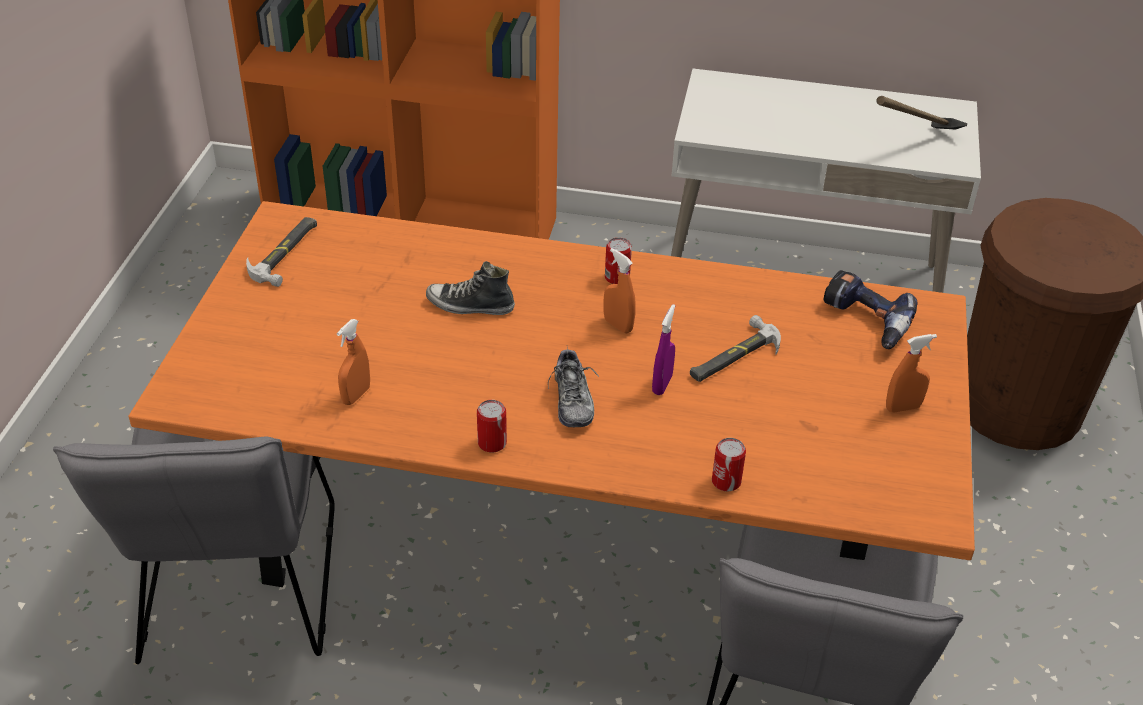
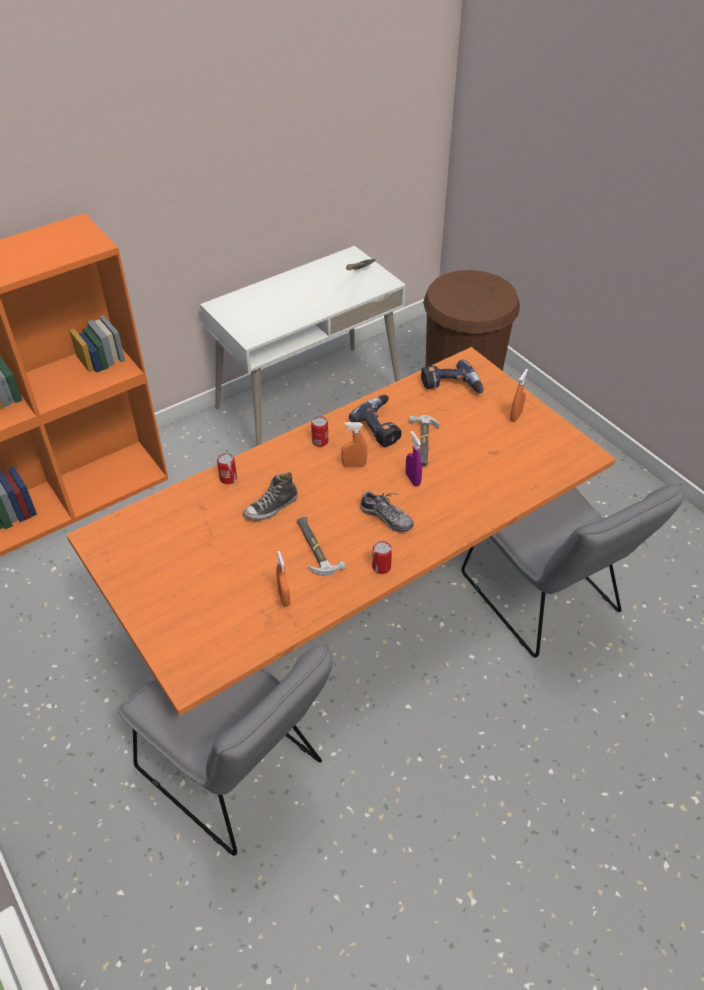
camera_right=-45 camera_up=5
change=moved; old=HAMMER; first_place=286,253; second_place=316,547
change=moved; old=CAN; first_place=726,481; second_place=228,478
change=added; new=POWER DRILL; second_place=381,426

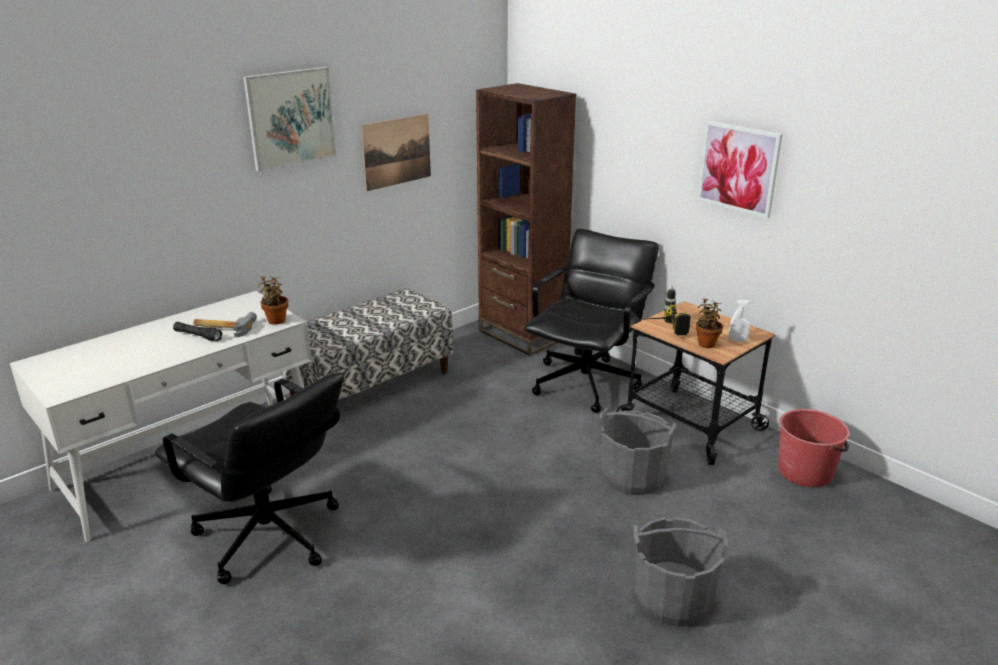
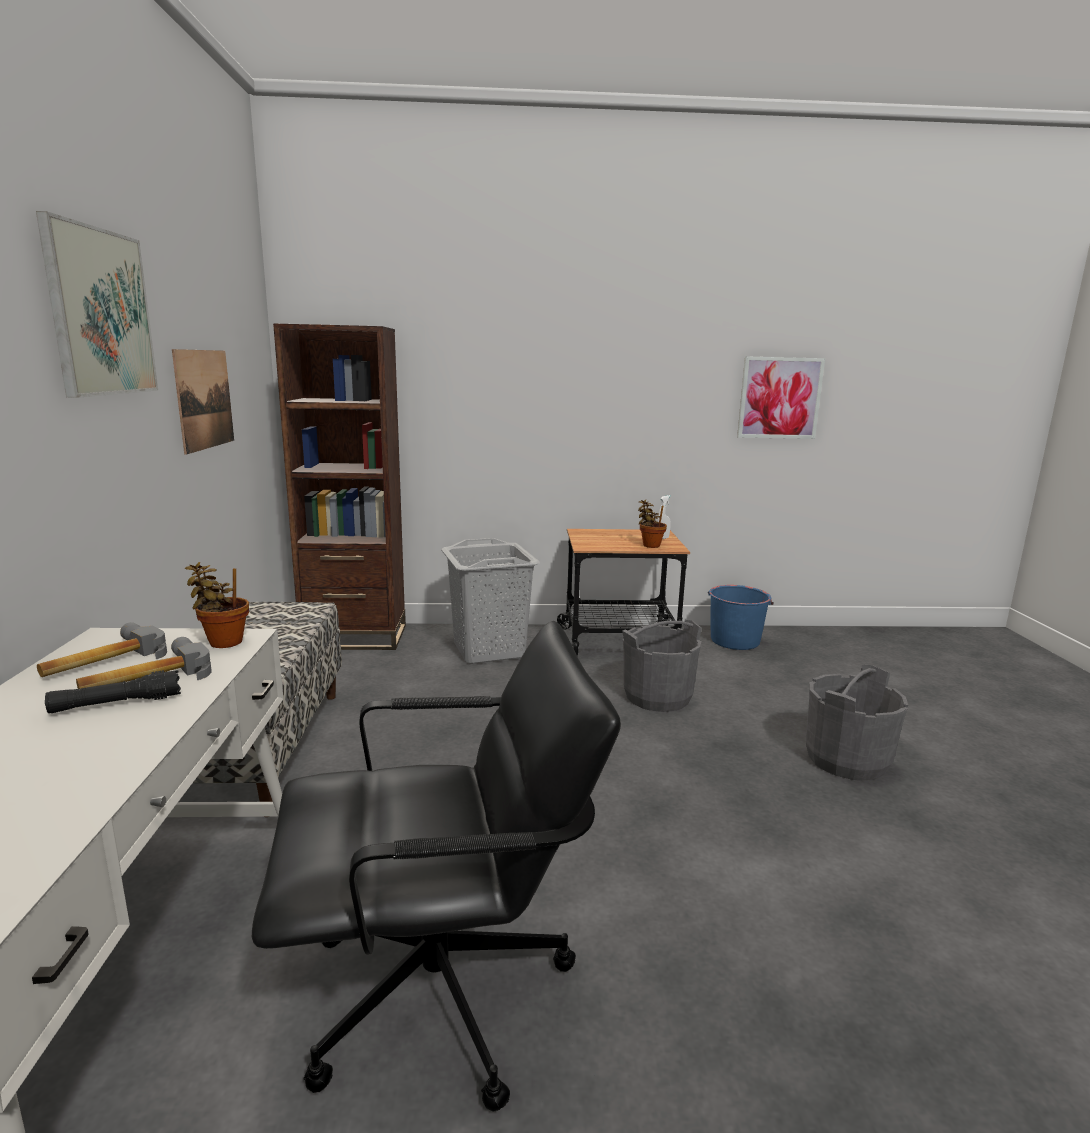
camera_right=-50 camera_up=-10
change=moved; old=PICTURE; first_place=738,168; second_place=779,398
change=replaced; old=BLACK OFFICE CHAIR; new=GREY LAUNDRY BASKET; first_place=586,383; second_place=489,650
change=removed; old=POWER DRILL; first_place=659,329
change=recoloured; old=RED BUCKET; new=BLUE BUCKET; first_place=805,472; second_place=735,640
change=added; new=HAMMER; second_place=102,661

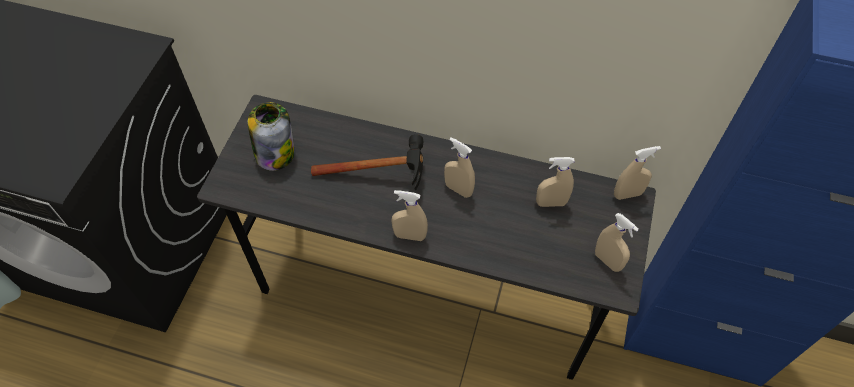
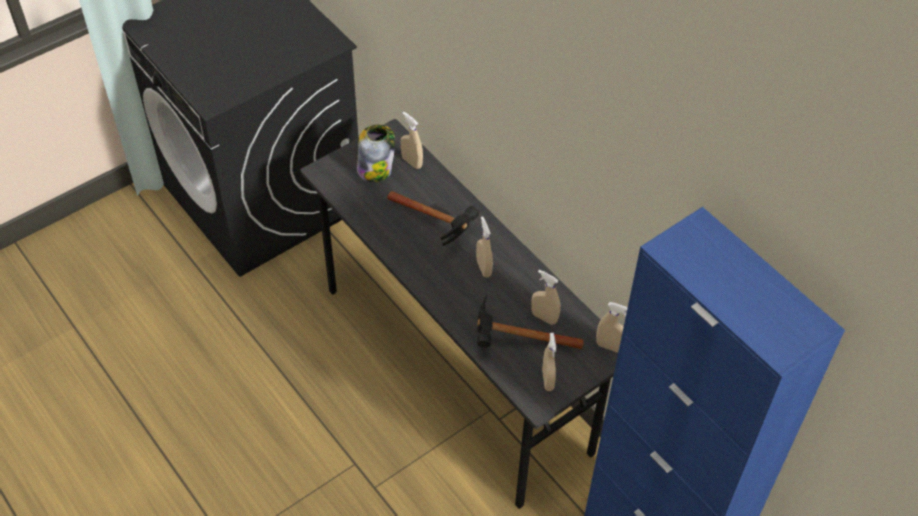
camera_right=35 camera_up=-5
change=moved; old=BEIGE SPRAY BOTTLE; first_place=410,236; second_place=412,162
change=added; new=HAMMER; second_place=513,343

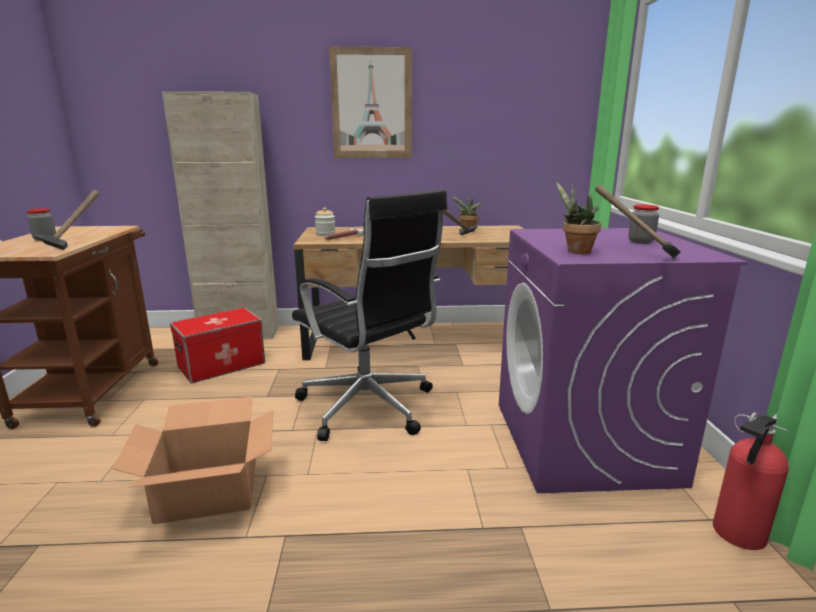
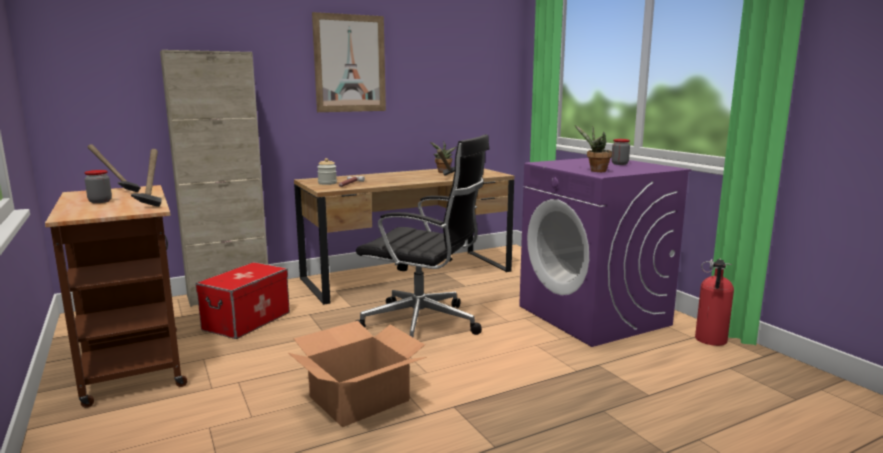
camera_right=-25 camera_up=-5
change=moved; old=HAMMER; first_place=632,252; second_place=114,191

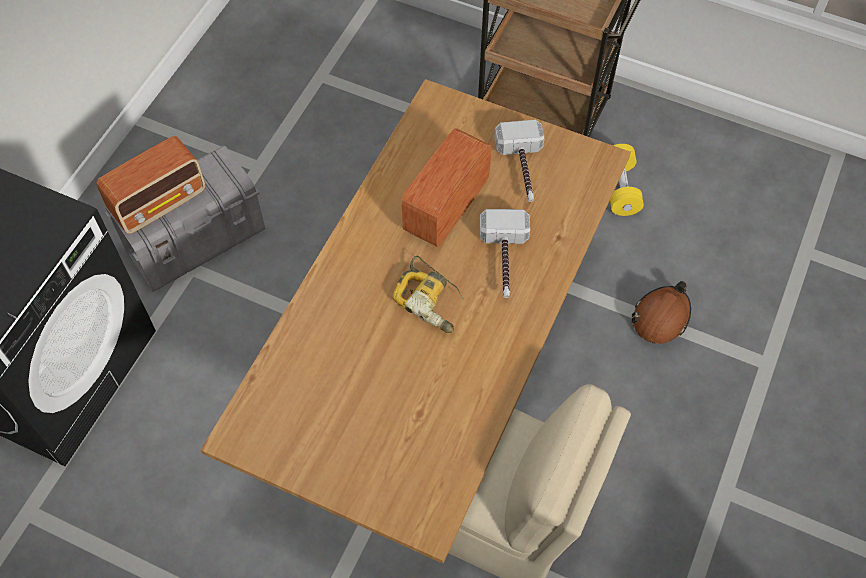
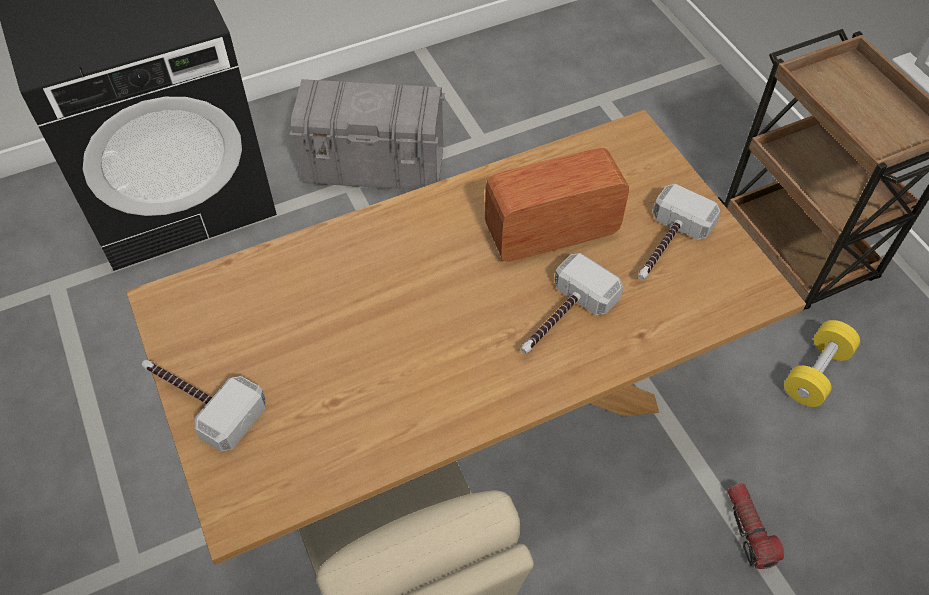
camera_right=40 camera_up=-5
change=removed; old=RADIO; first_place=160,202
change=removed; old=POWER DRILL; first_place=431,300
change=replaced; old=BROWN HARD HAT; new=FLASHLIGHT; first_place=660,317; second_place=749,530
change=added; new=HAMMER; second_place=198,400

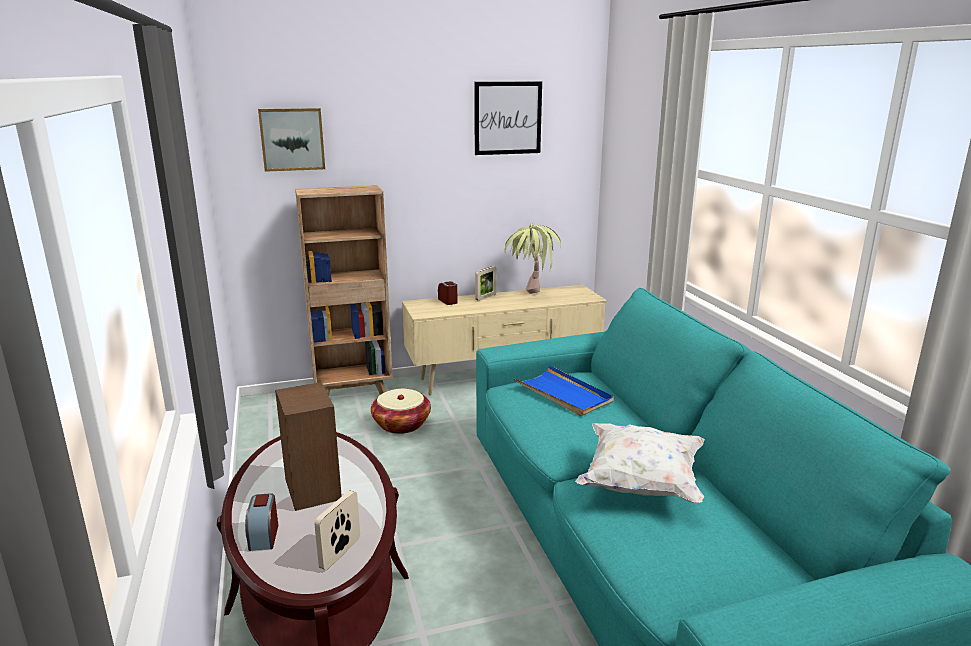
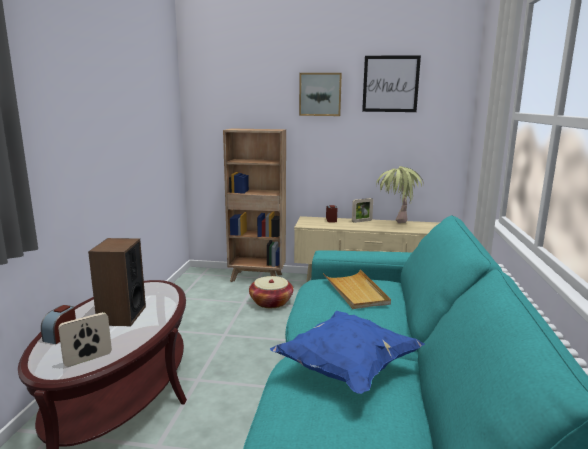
camera_right=25 camera_up=-5
change=moved; old=PICTURE; first_place=292,139; second_place=320,94
change=recoloured; old=BLUE TRAY; new=BEIGE TRAY; first_place=563,394; second_place=355,291
change=recoloured; old=WHITE PILLOW; new=BLUE PILLOW; first_place=641,484; second_place=346,370

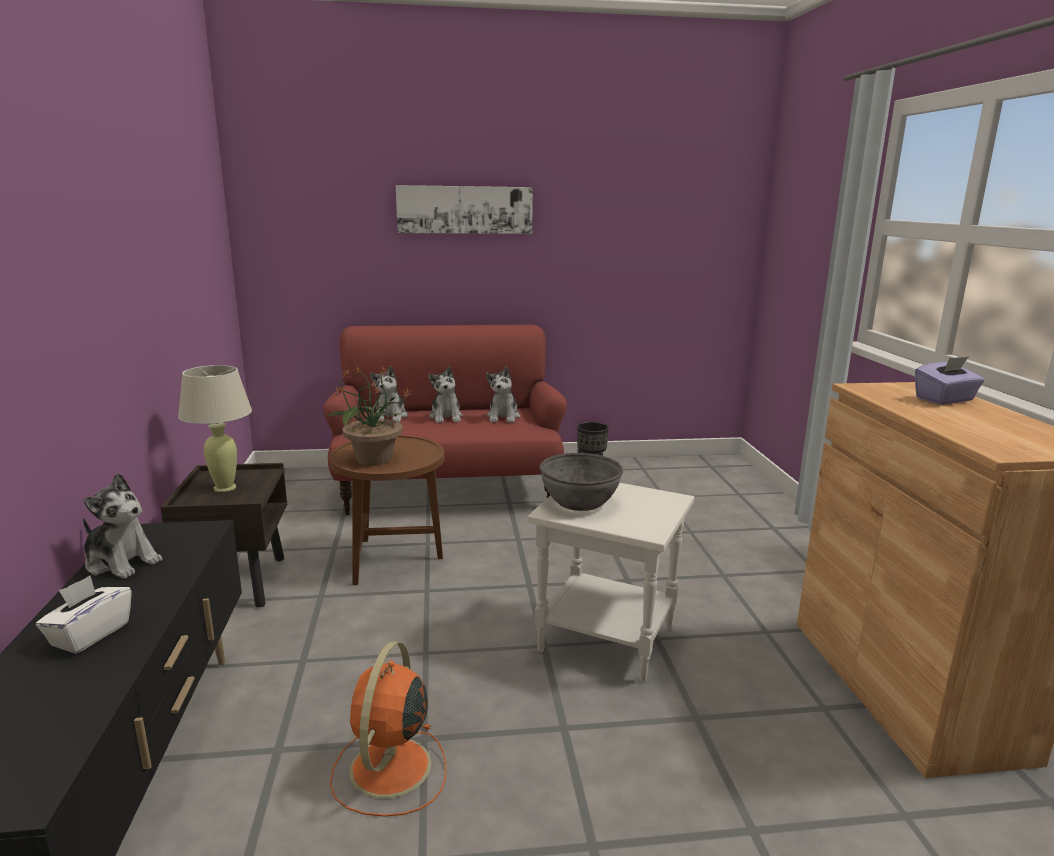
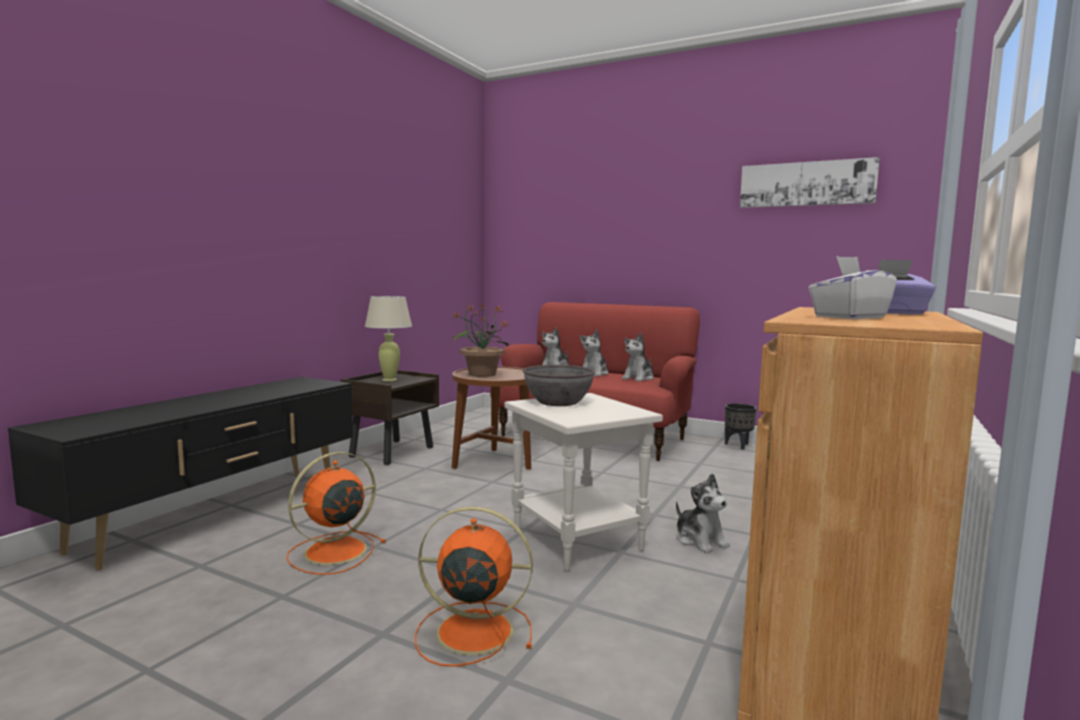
camera_right=35 camera_up=-10
change=moved; old=PICTURE; first_place=465,209; second_place=806,184
change=moved; old=PLUSH TOY; first_place=122,562; second_place=700,540
change=moved; old=WHITE TISSUE BOX; first_place=90,634; second_place=849,317
change=added; new=ORANGE FAN; second_place=471,631

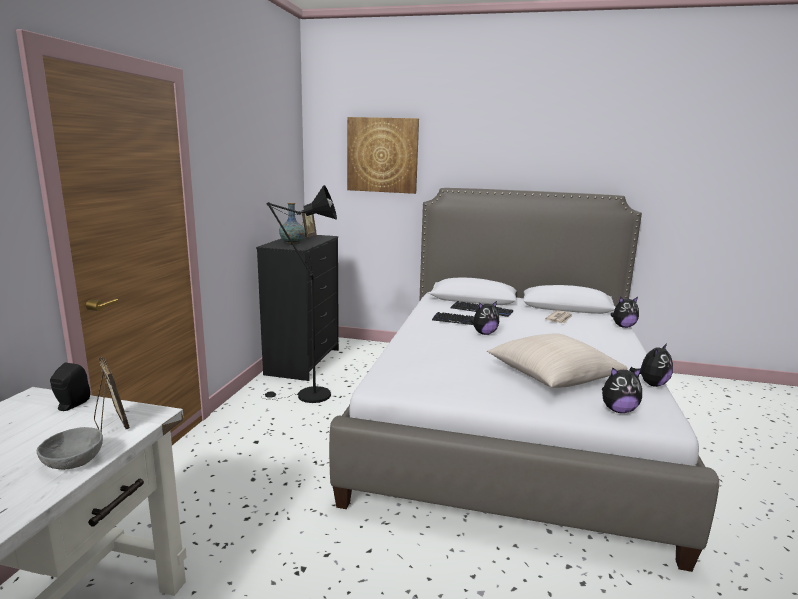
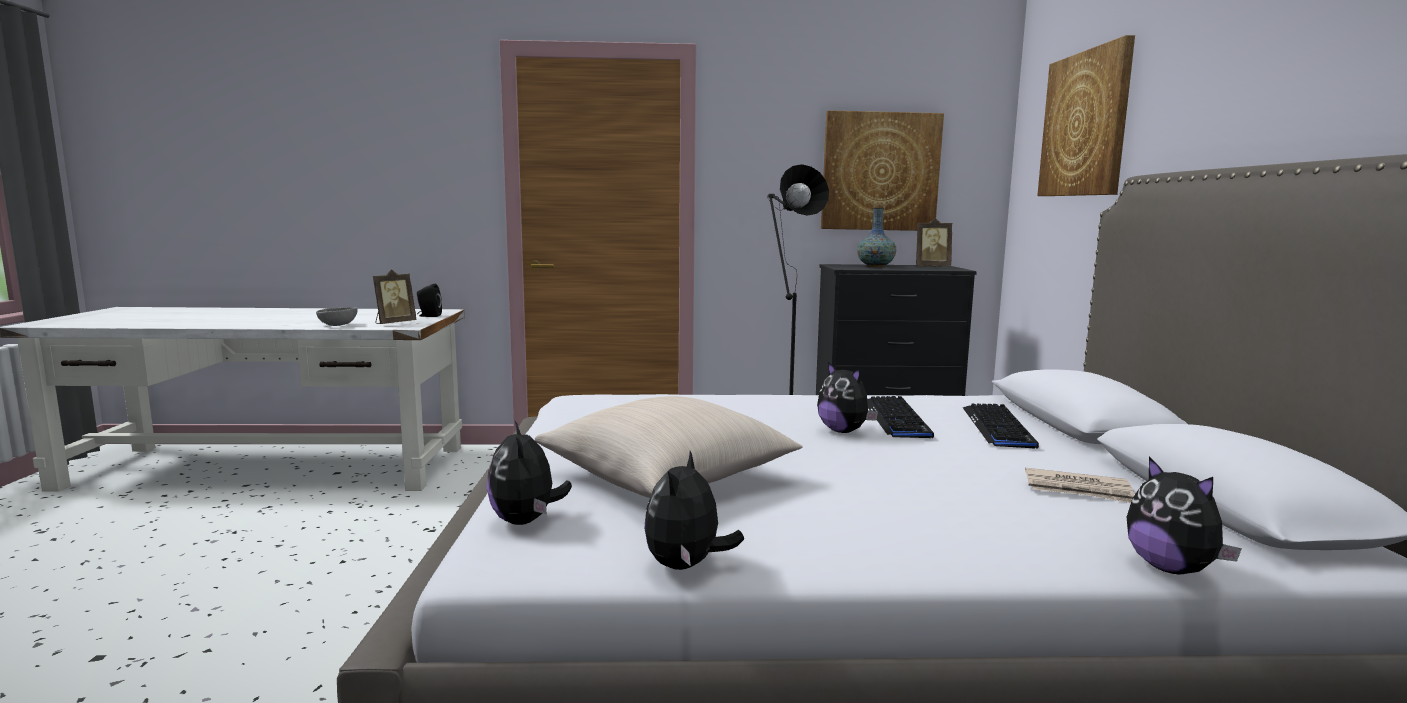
camera_right=75 camera_up=-5
change=turned; old=PLUSH TOY; first_place=651,384; second_place=686,566; degrees=75
change=added; new=PICTURE; second_place=880,172

